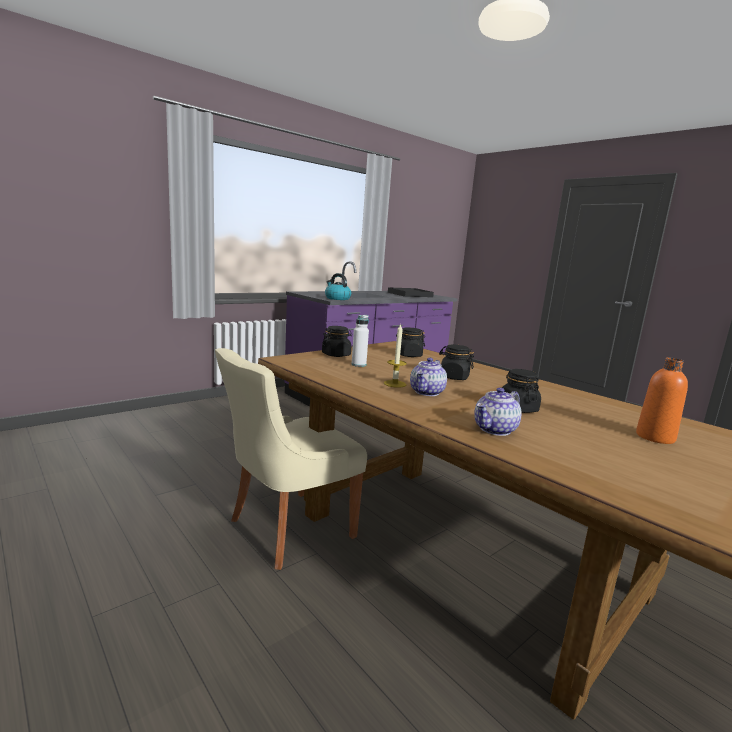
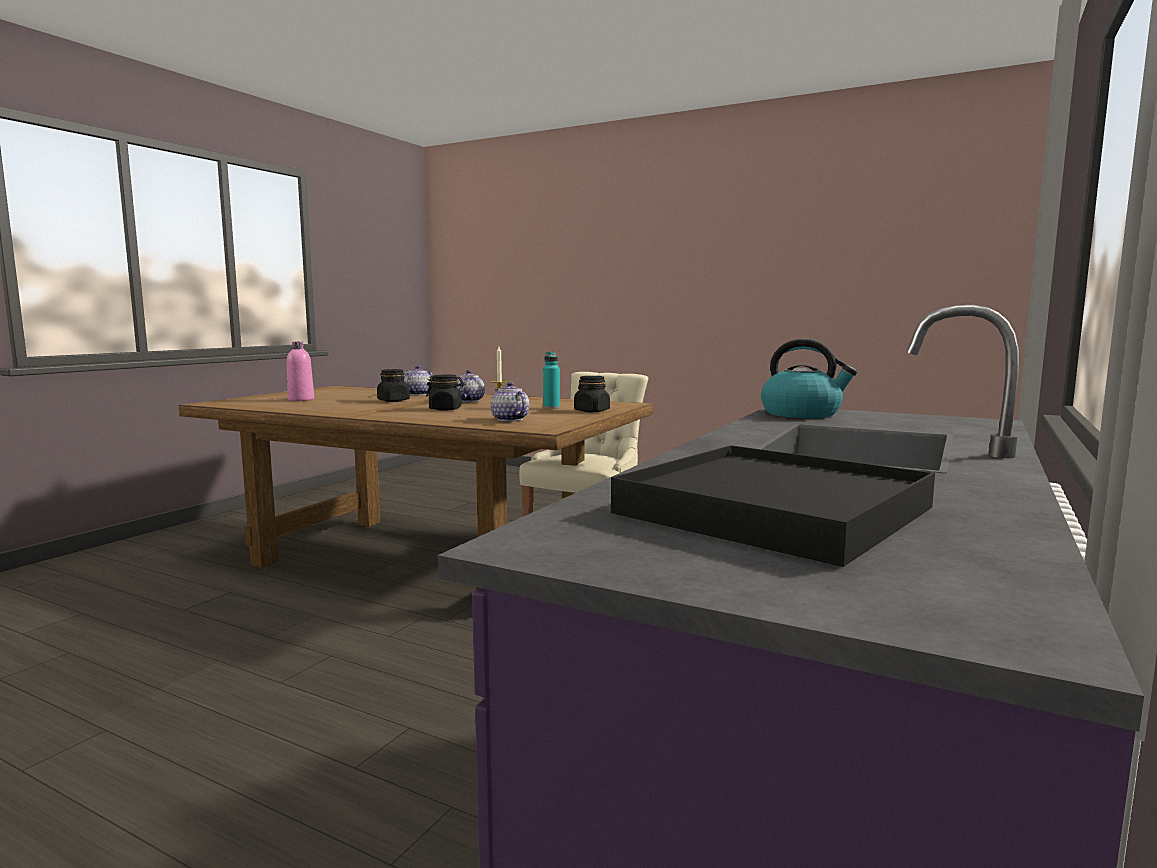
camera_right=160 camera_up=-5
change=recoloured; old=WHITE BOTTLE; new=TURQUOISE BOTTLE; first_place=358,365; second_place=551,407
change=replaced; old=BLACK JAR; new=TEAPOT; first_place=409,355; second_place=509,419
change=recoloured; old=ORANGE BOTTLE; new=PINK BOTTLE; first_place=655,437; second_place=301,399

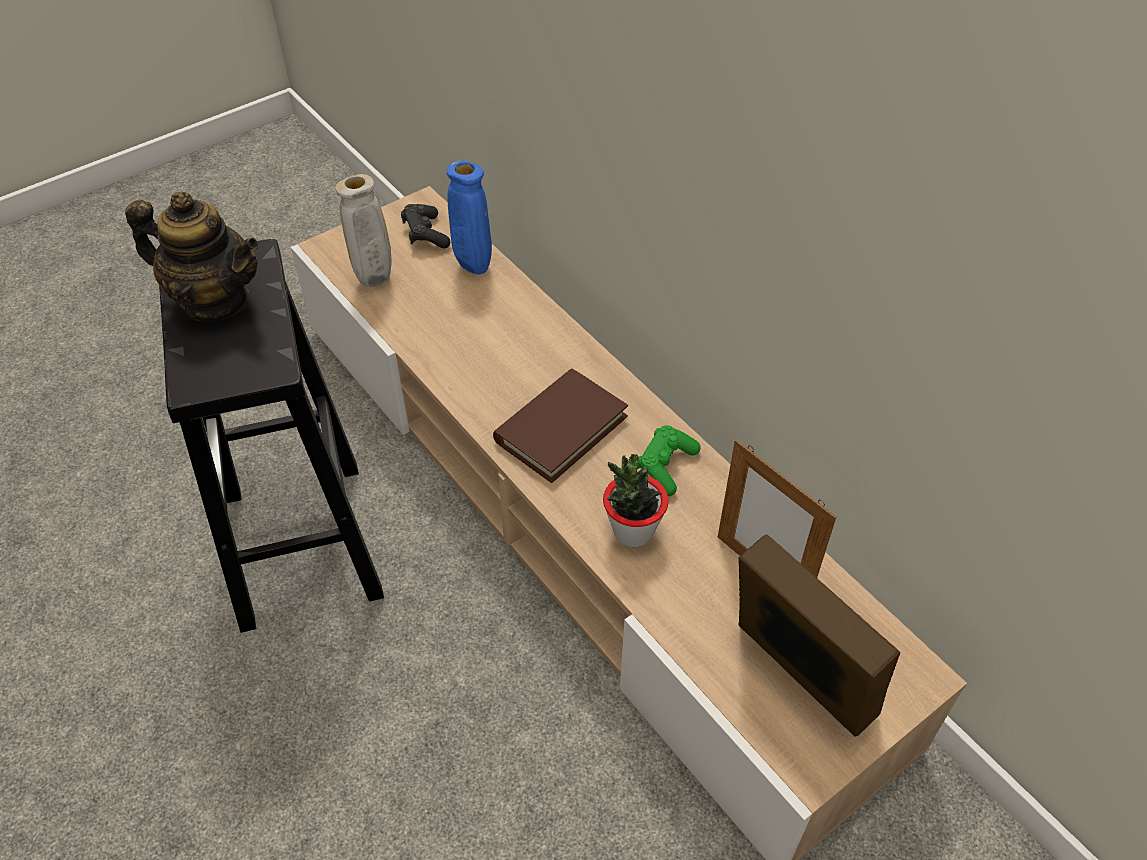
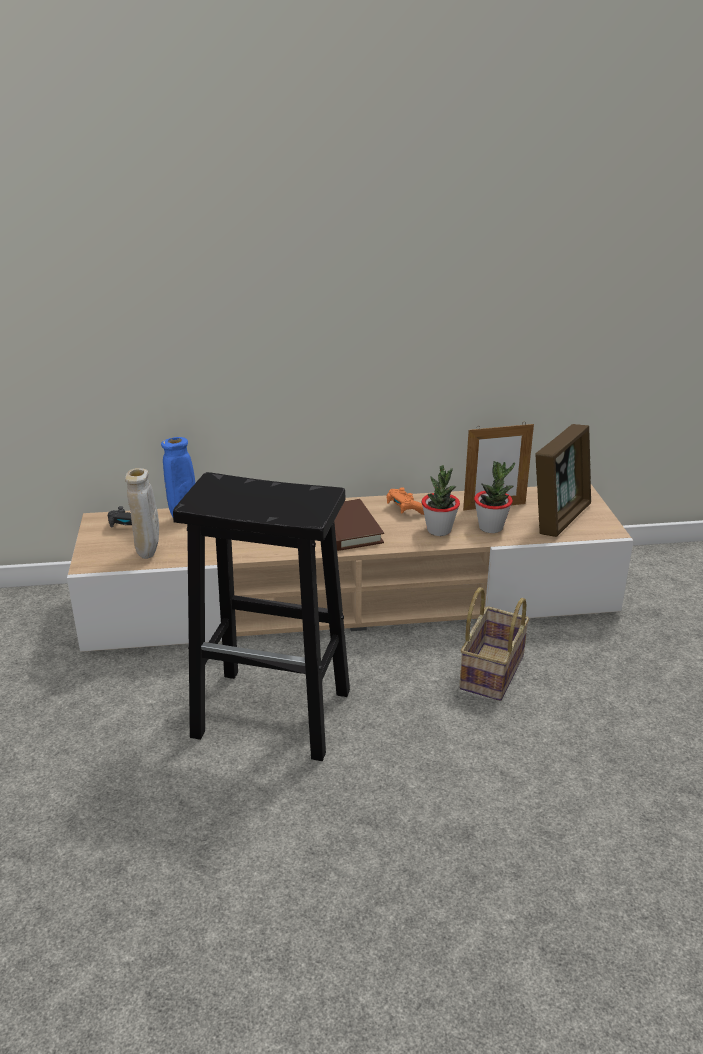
camera_right=-60 camera_up=-20
change=removed; old=TEAPOT; first_place=215,300
change=recoloured; old=GREEN GAME CONTROLLER; new=ORANGE GAME CONTROLLER; first_place=665,466; second_place=405,509
change=turned; old=PICTURE FRAME; first_place=797,677; second_place=559,517; degrees=135
change=added; new=POTTED PLANT; second_place=491,527
change=added; new=BASKET; second_place=491,670

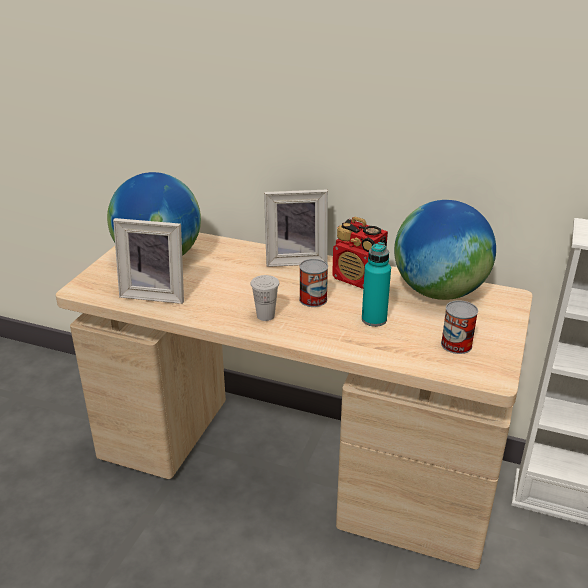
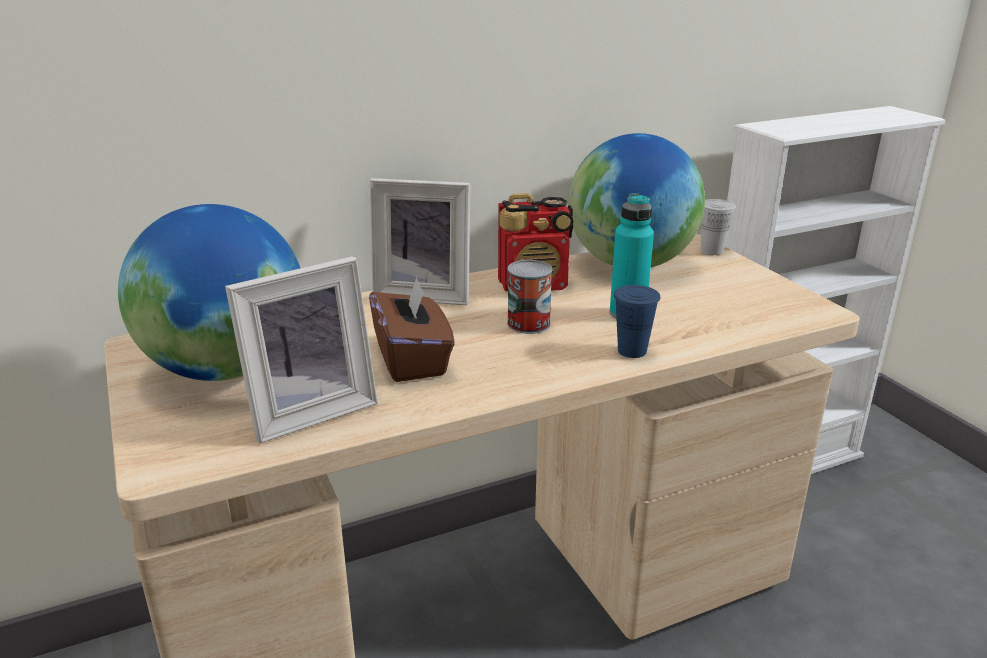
camera_right=-45 camera_up=-5
change=turned; old=PICTURE FRAME; first_place=295,259; second_place=424,294; degrees=60
change=moved; old=WHITE CUP; first_place=265,316; second_place=711,250
change=removed; old=CAN; first_place=456,344
change=added; new=BROWN TISSUE BOX; second_place=412,360
change=added; new=BLUE CUP; second_place=632,351

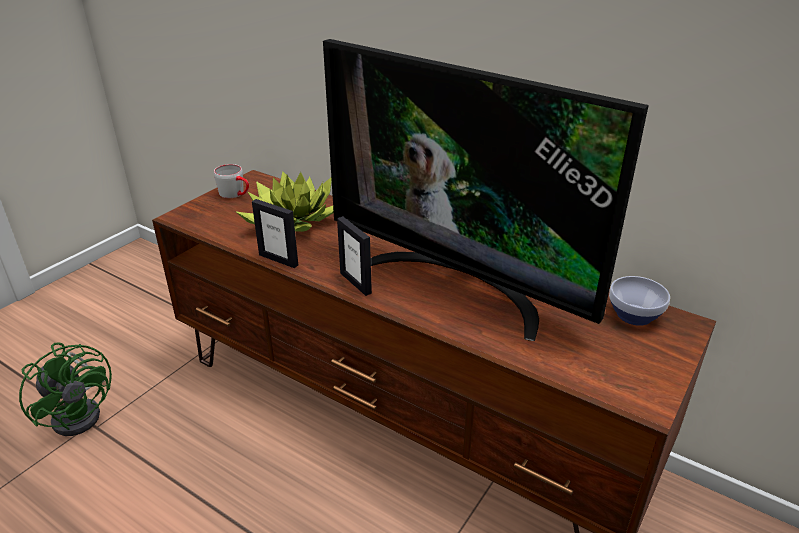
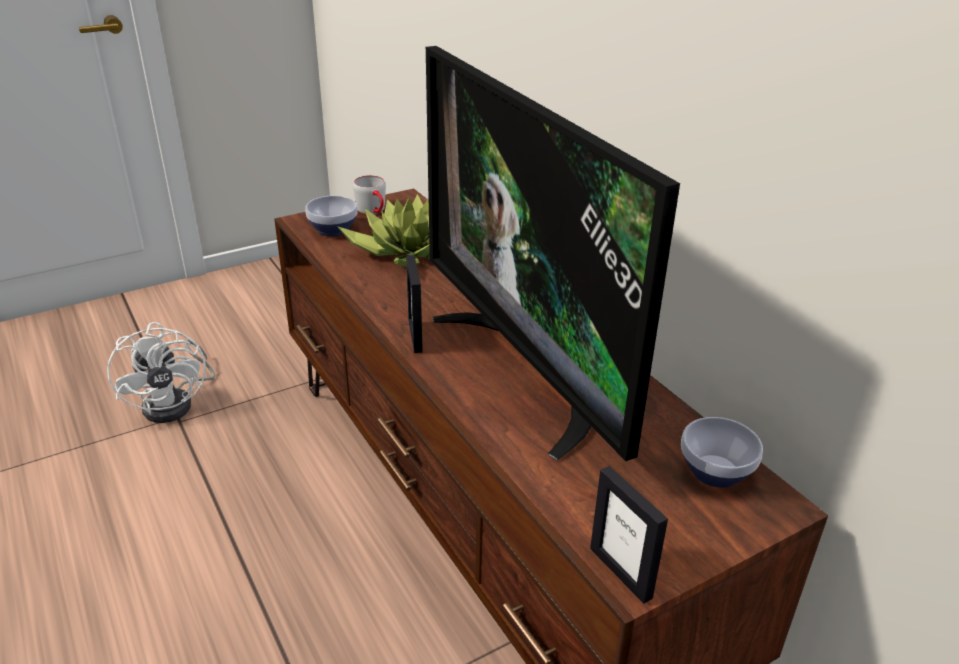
camera_right=25 camera_up=0
change=moved; old=PICTURE FRAME; first_place=278,260; second_place=621,572
change=recoloured; old=GREEN FAN; new=WHITE FAN; first_place=82,412; second_place=176,402
change=added; new=BOWL; second_place=332,229

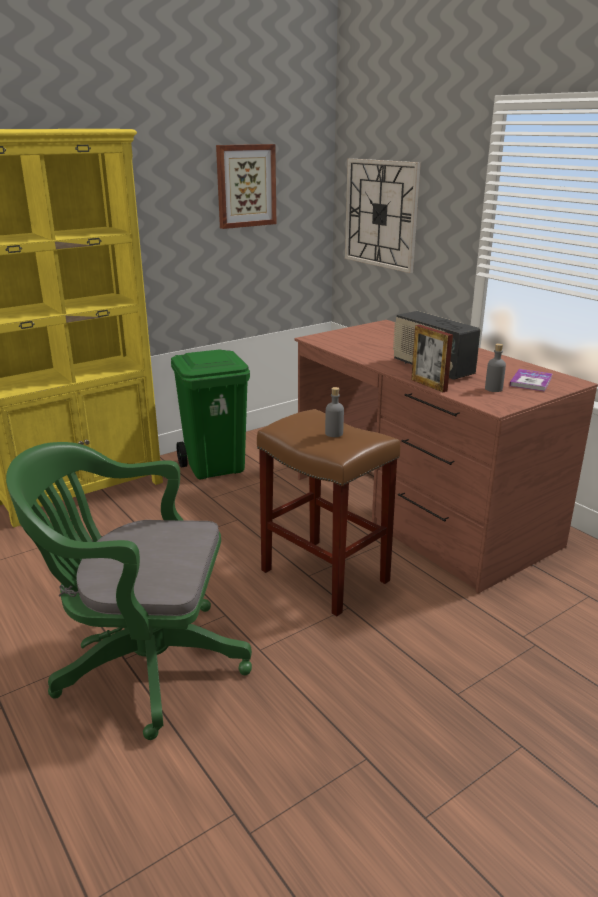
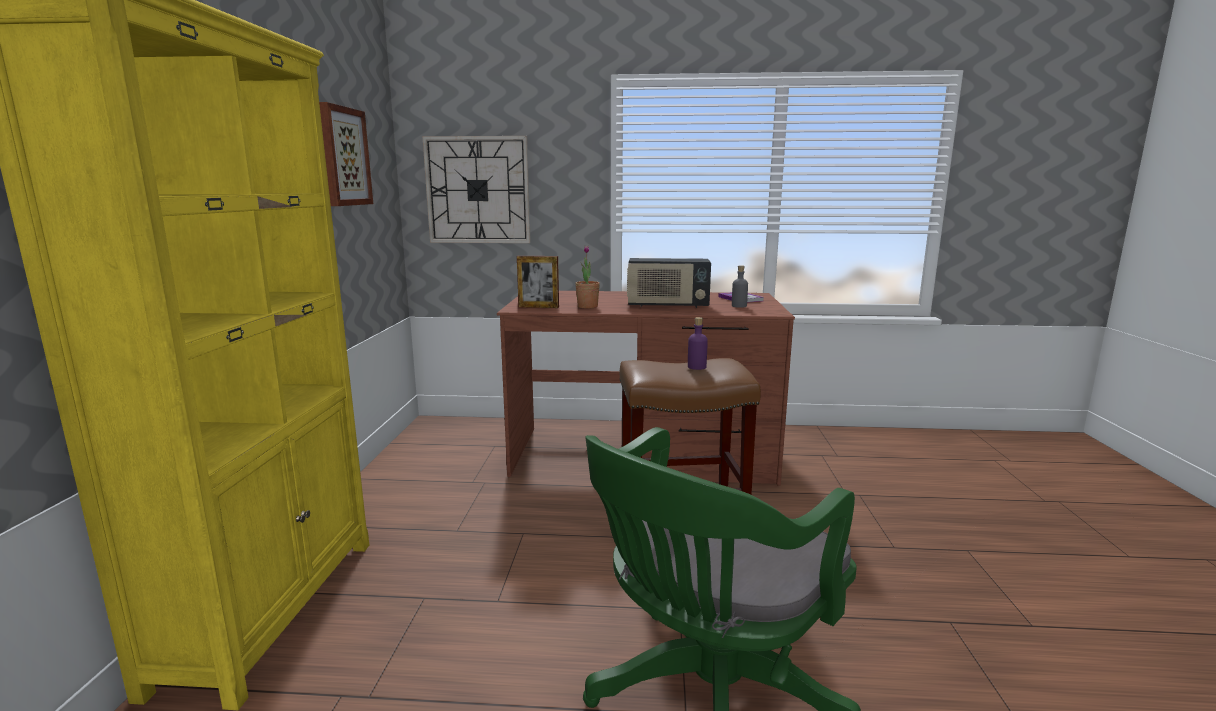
camera_right=-50 camera_up=-10
change=moved; old=PICTURE FRAME; first_place=429,385; second_place=538,307
change=removed; old=GREEN TRASH CAN; first_place=215,467
change=recoloured; old=GREY BOTTLE; new=PURPLE BOTTLE; first_place=334,433; second_place=696,367
change=added; new=POTTED PLANT; second_place=587,306

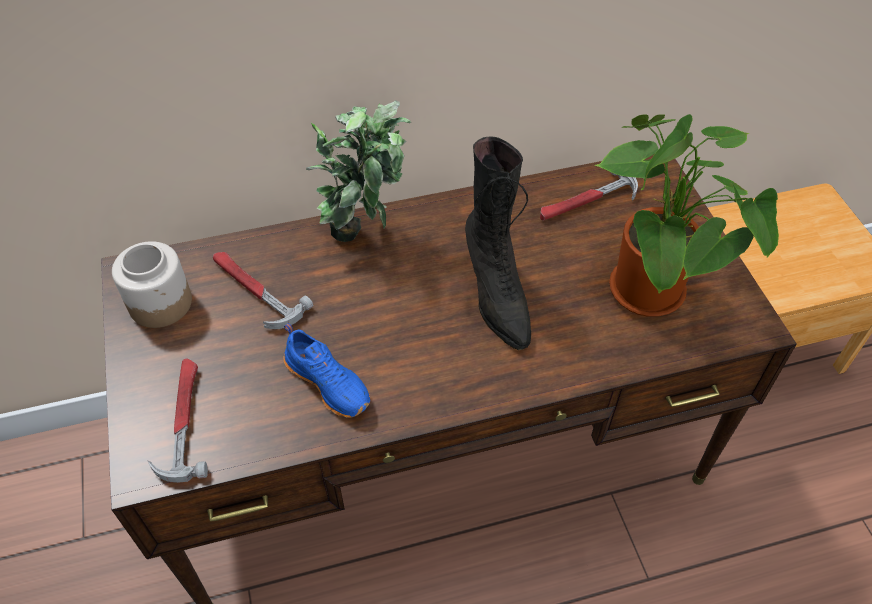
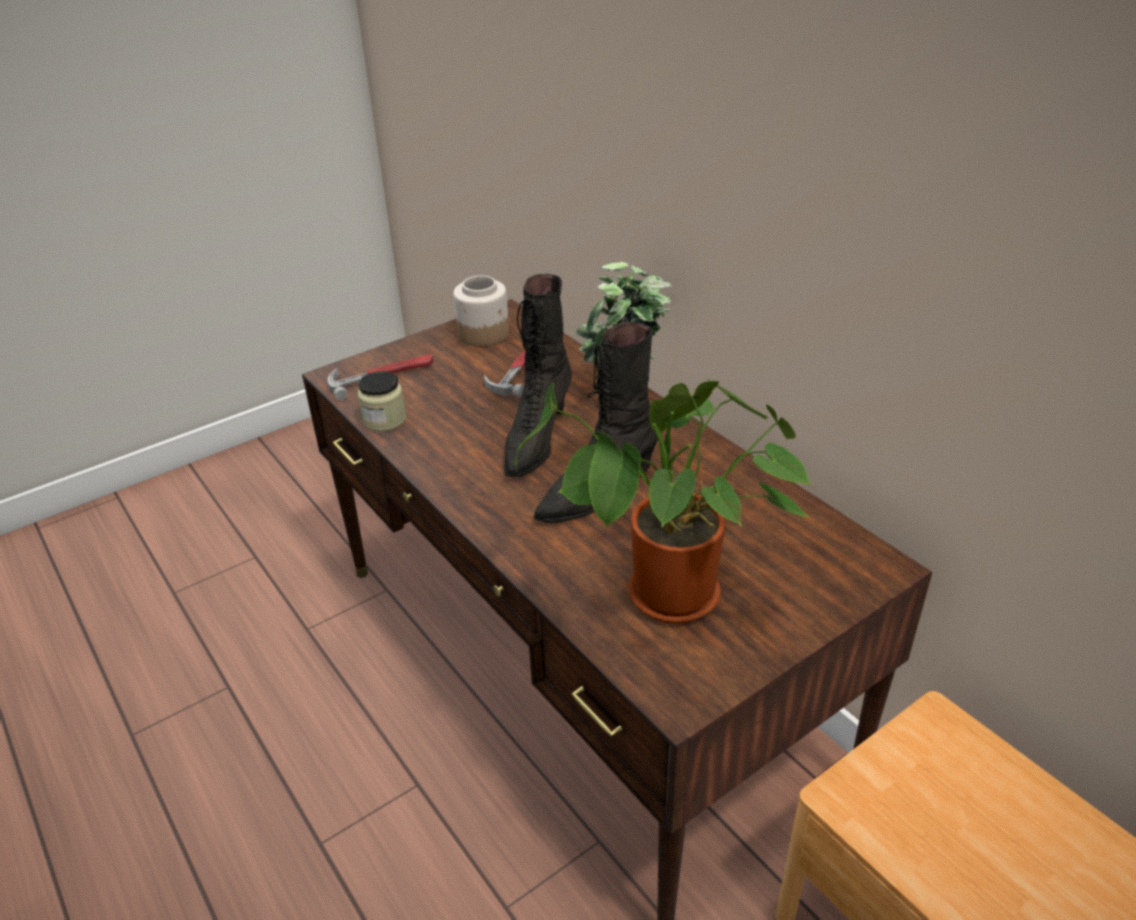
camera_right=70 camera_up=-15
change=removed; old=HAMMER; first_place=587,201
change=removed; old=BLUE SHOE; first_place=329,382
change=added; new=BLACK BOOT; second_place=536,440
change=added; new=JAR; second_place=384,420

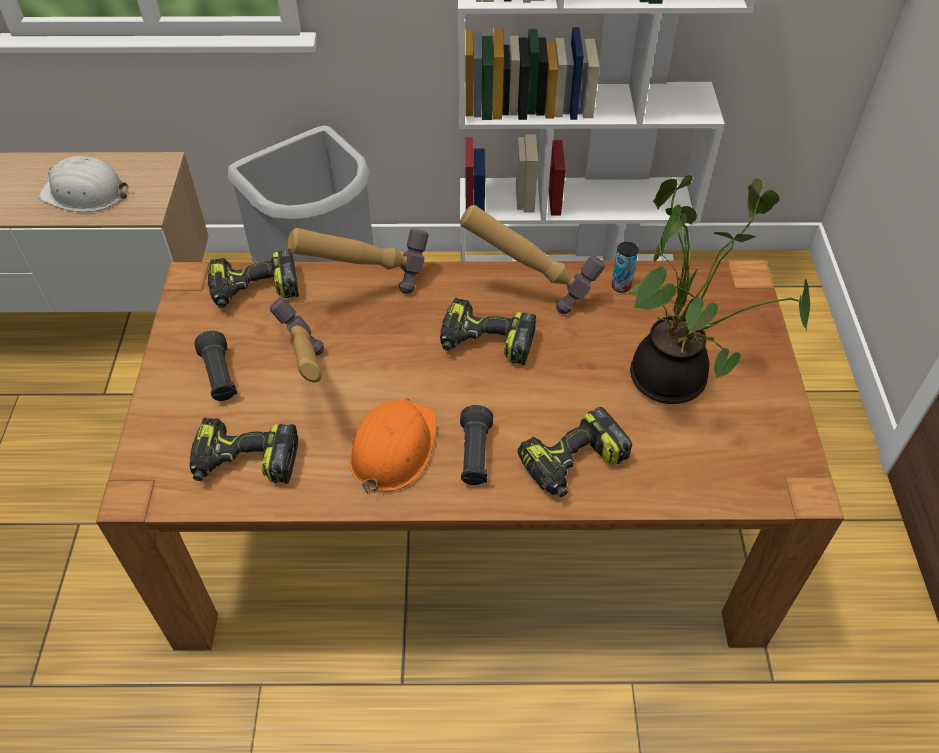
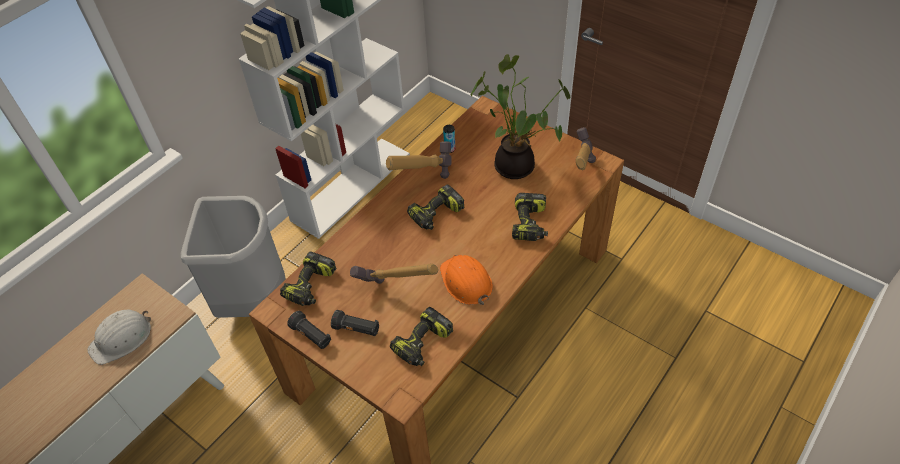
camera_right=-50 camera_up=0
change=moved; old=HAMMER; first_place=367,290; second_place=578,175
change=moved; old=BLACK FLASHLIGHT; first_place=475,455; second_place=311,336

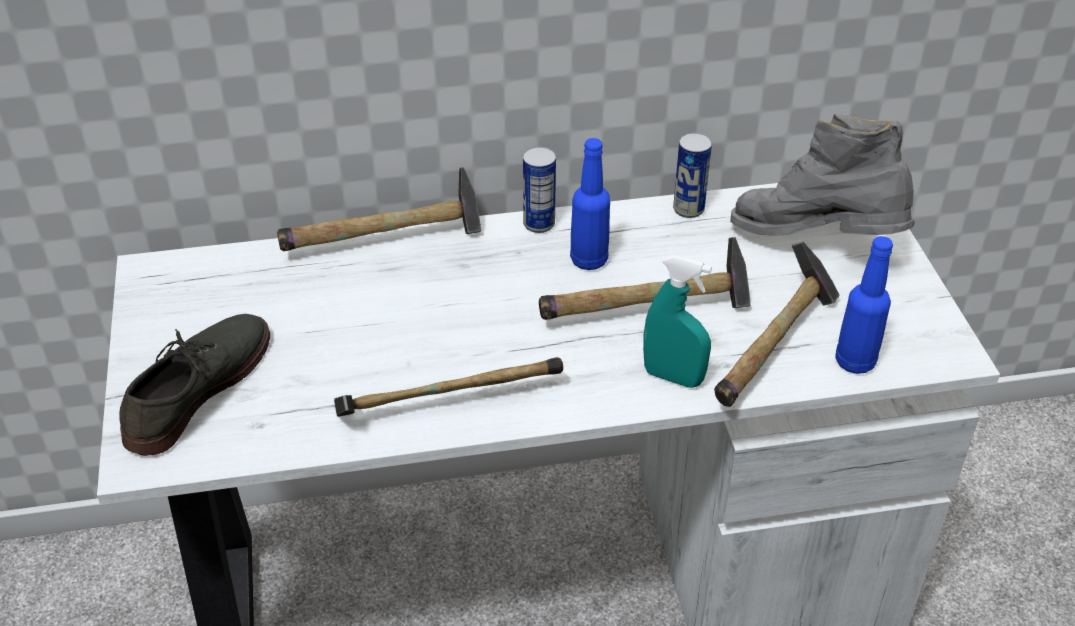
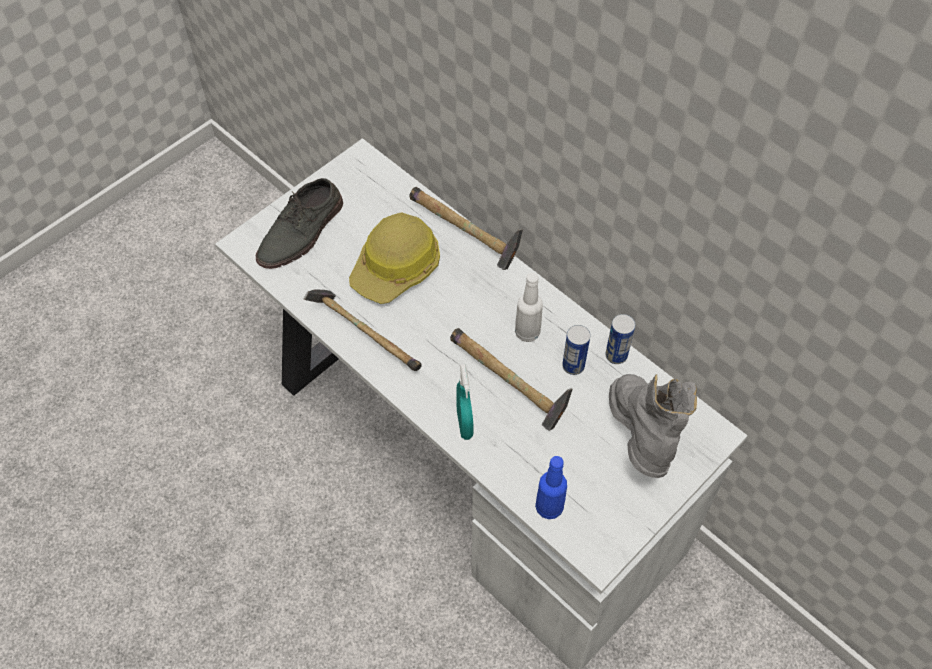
camera_right=55 camera_up=15
change=recoloured; old=BLUE BOTTLE; new=WHITE BOTTLE; first_place=588,260; second_place=527,332
change=moved; old=CAN; first_place=539,224; second_place=573,366
change=removed; old=HAMMER; first_place=774,347
change=turned; old=GREY SHOE; first_place=197,387; second_place=302,232; degrees=135
change=added; new=HARD HAT; second_place=397,267

